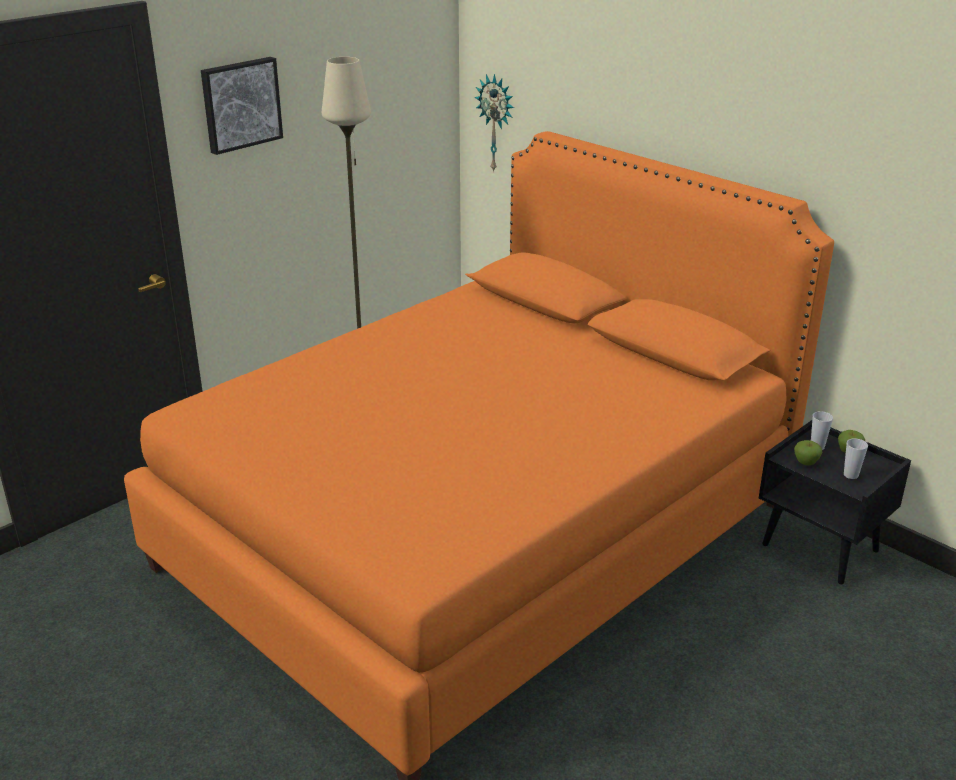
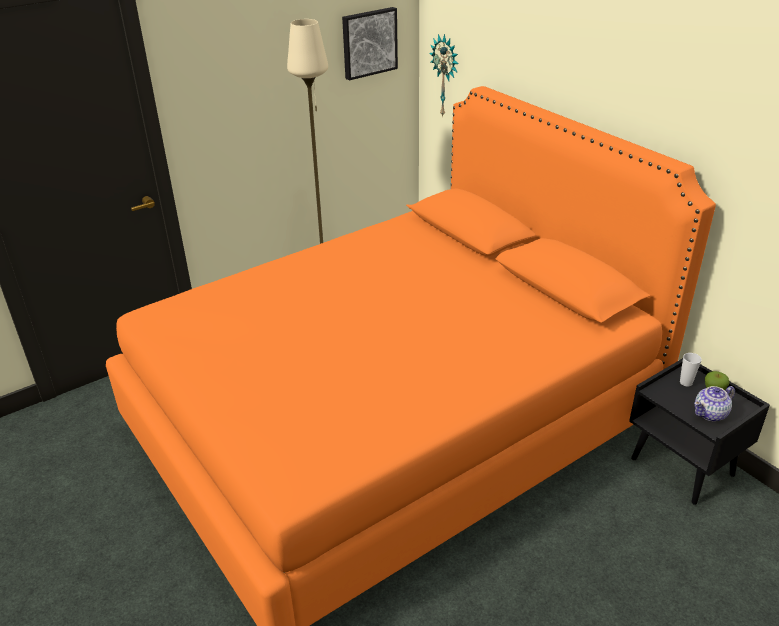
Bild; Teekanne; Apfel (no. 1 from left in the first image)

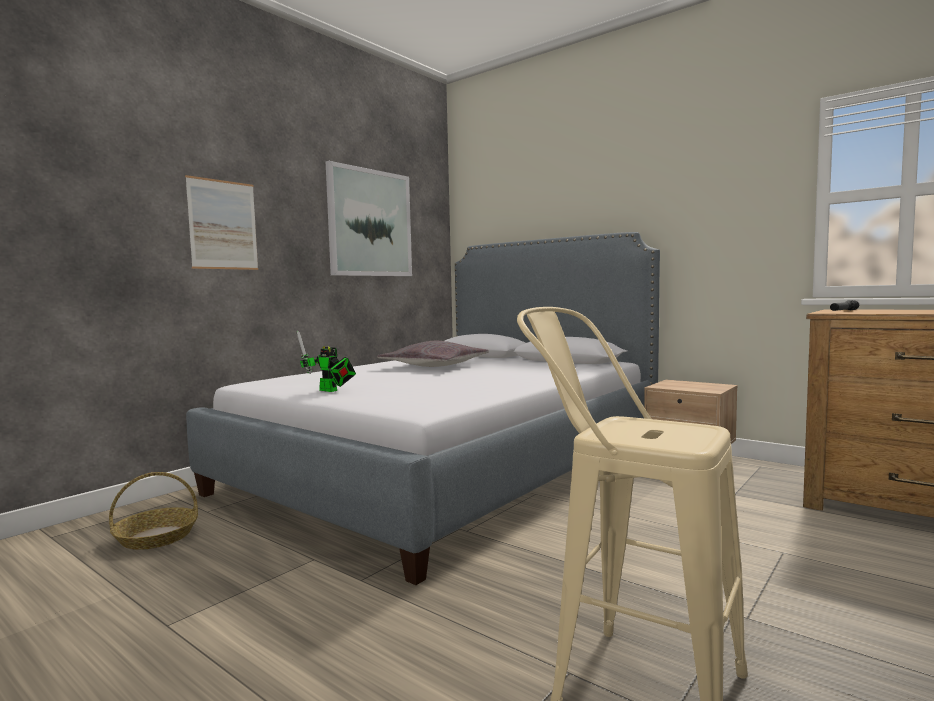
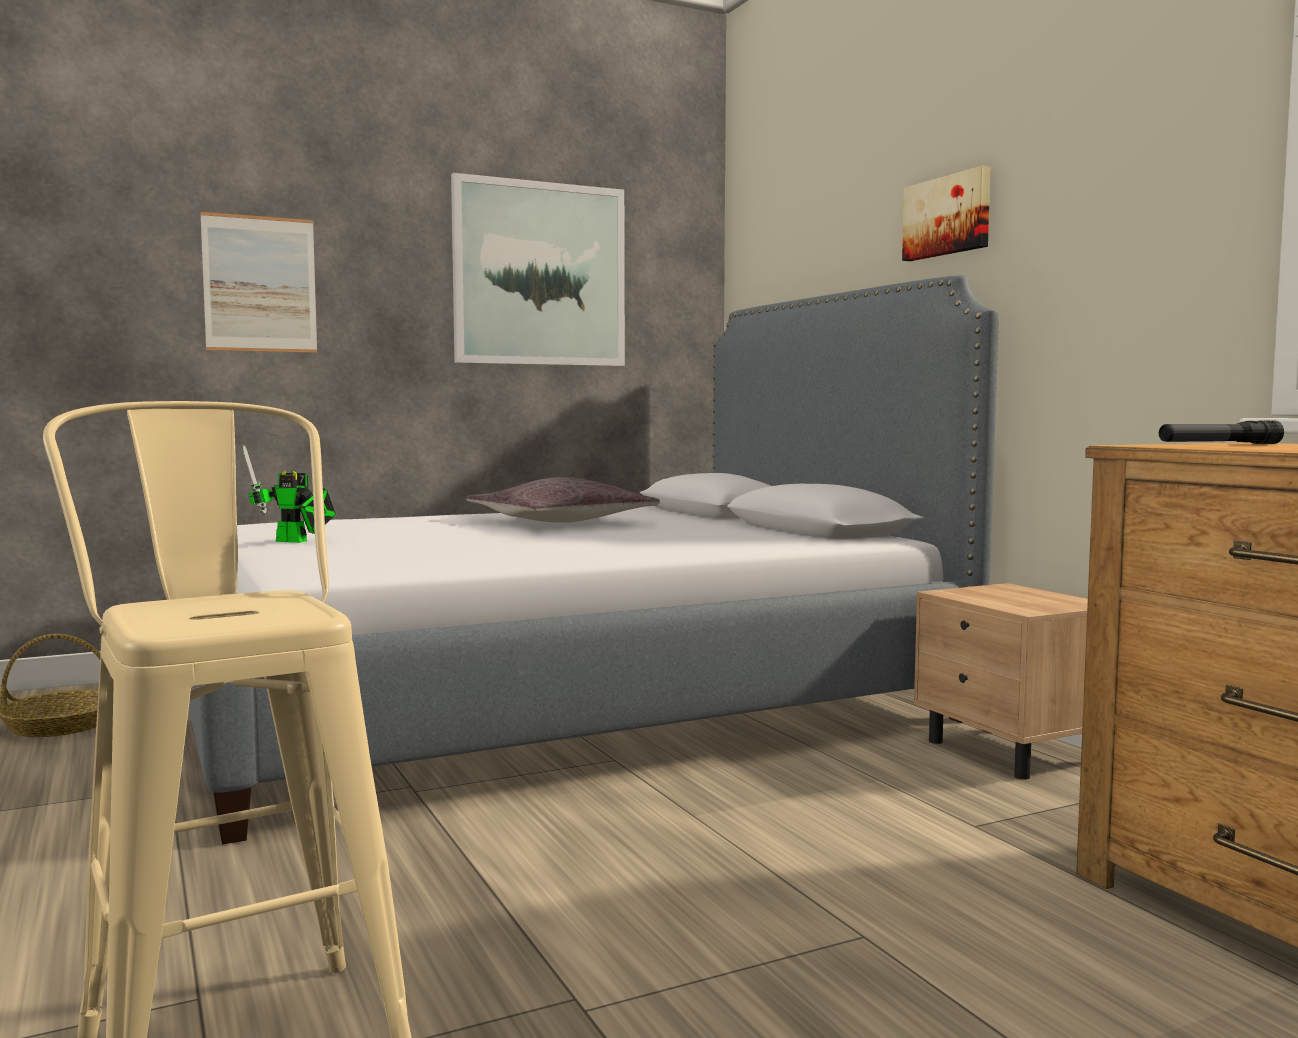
Spielzeugroboter; Bild (no. 3 from left)

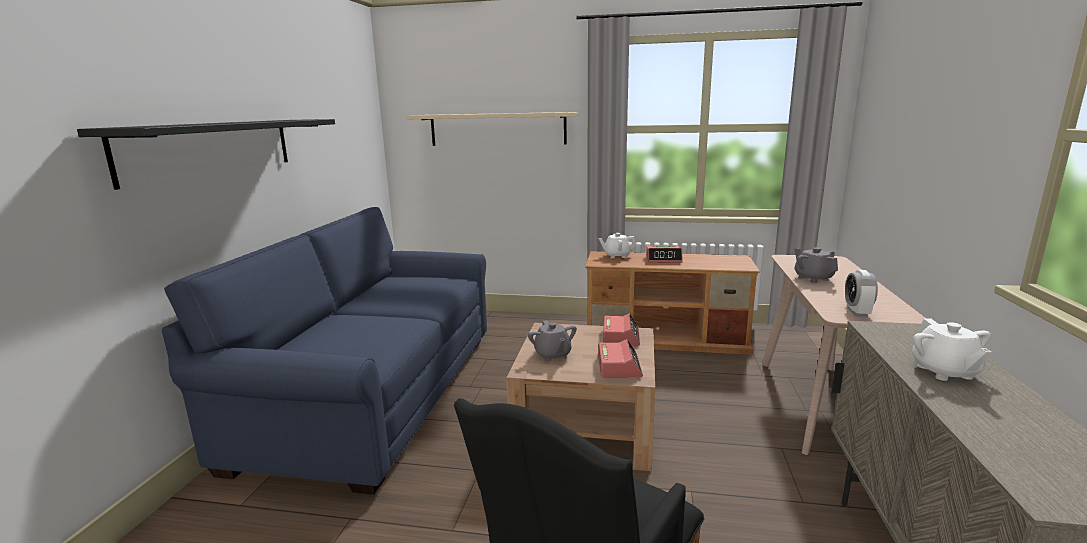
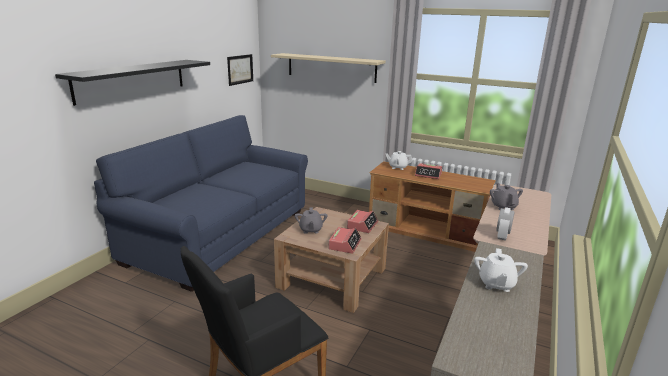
Bild

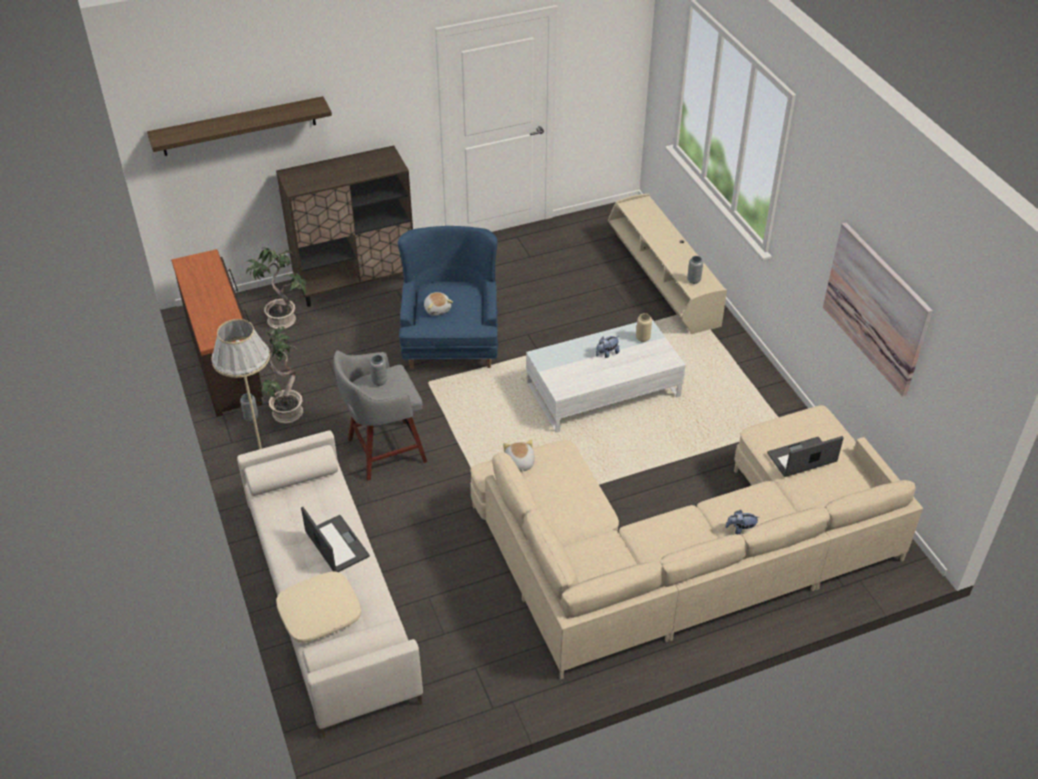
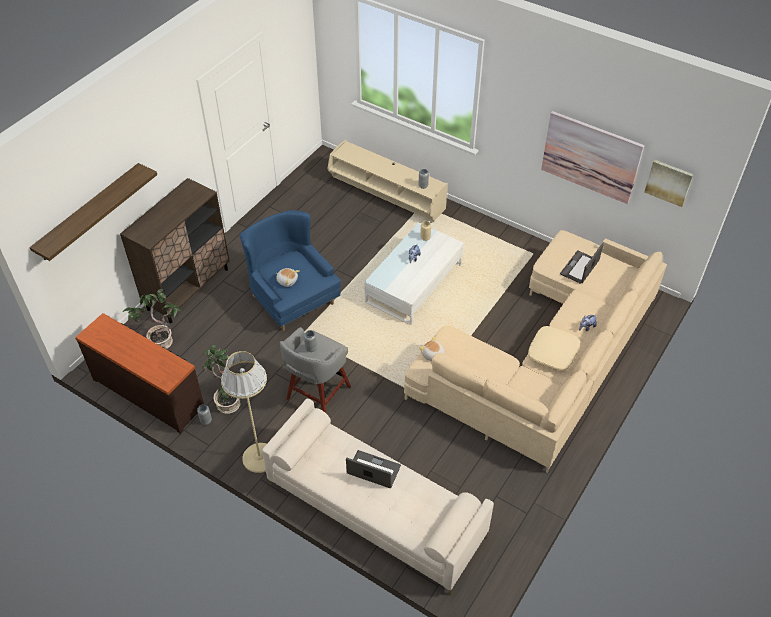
Kissen [beige]; Bild (no. 2 from left)

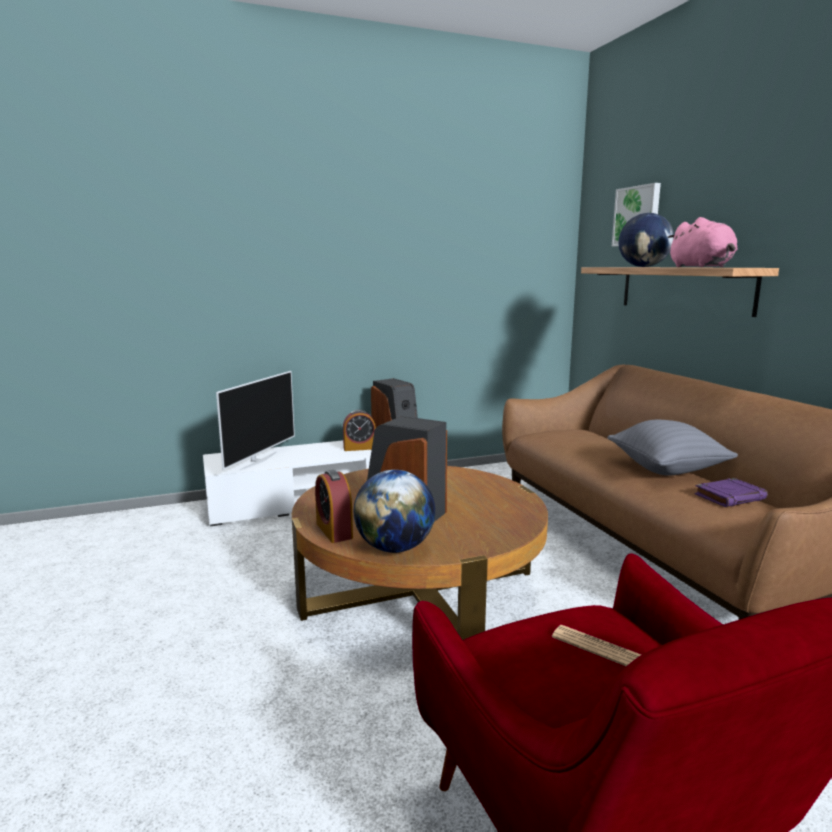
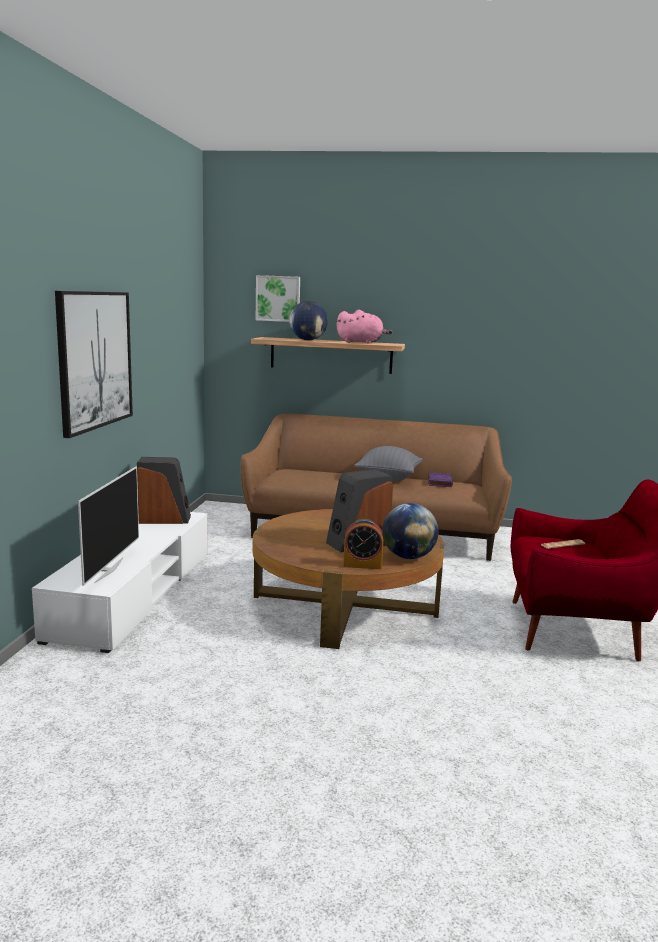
Fernseher; Wecker (no. 2 from left in the first image); Bild (no. 1 from left)

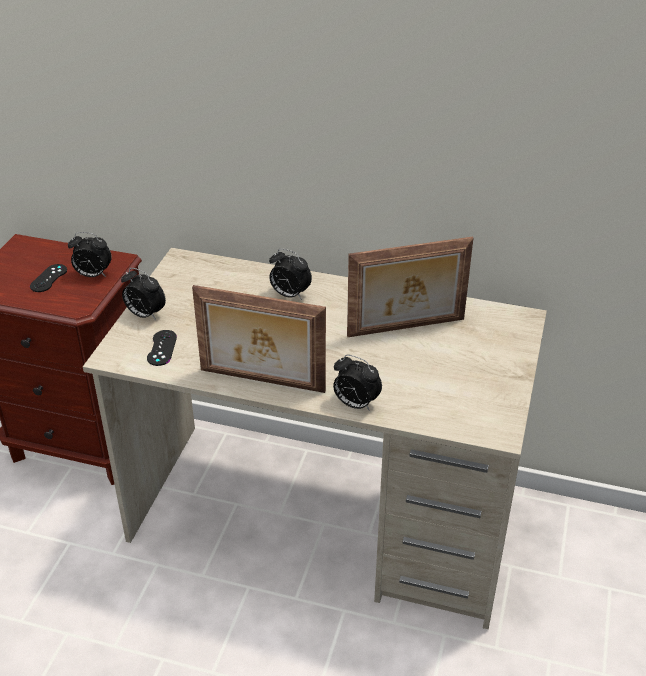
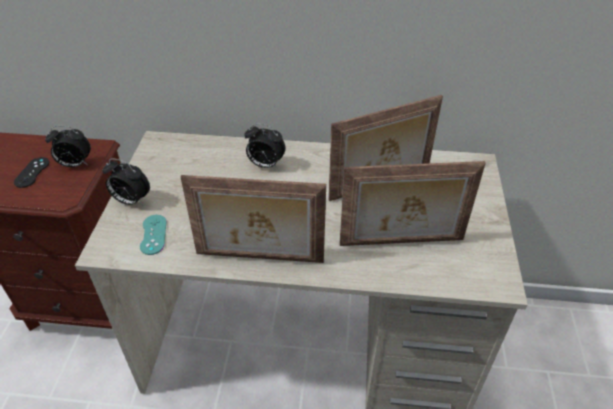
Gamepad [türkis]; Wecker (no. 4 from left in the first image); Bilderrahmen (no. 3 from left)

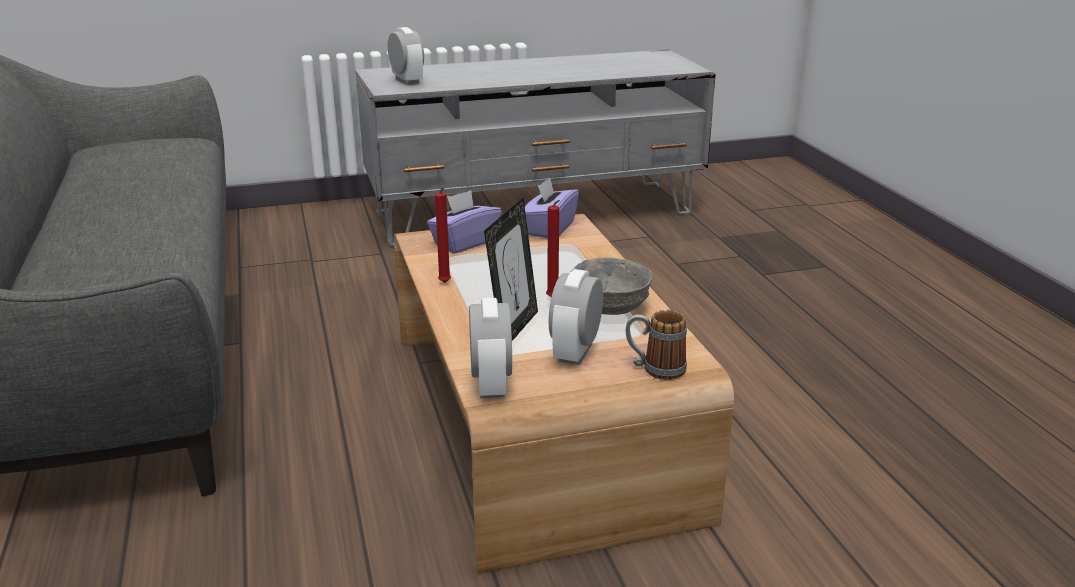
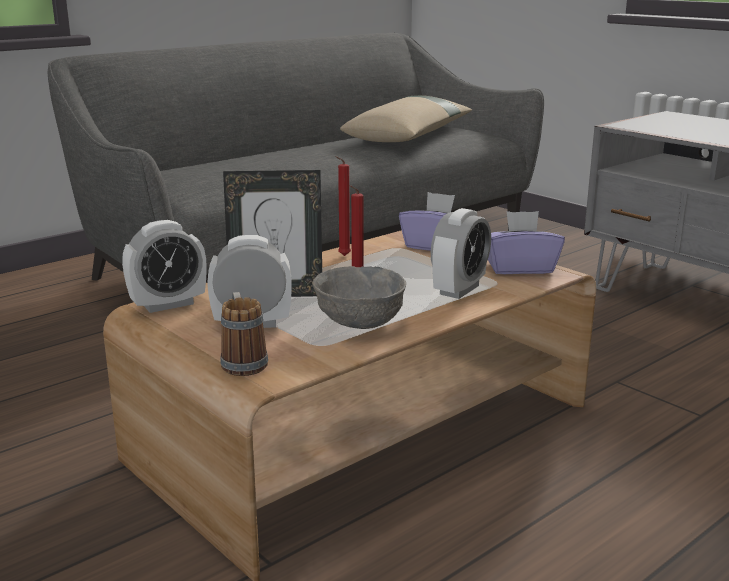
Wecker (no. 3 from left); Kissen [beige]

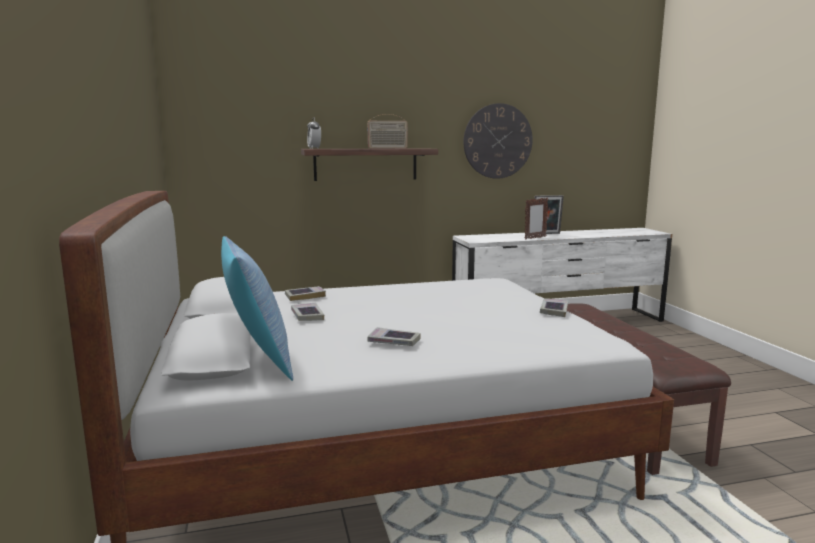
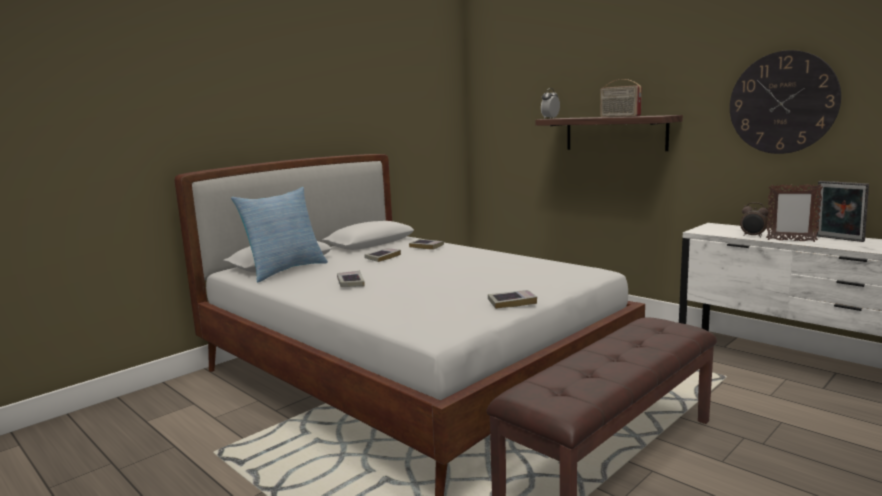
Wecker (no. 2 from left)

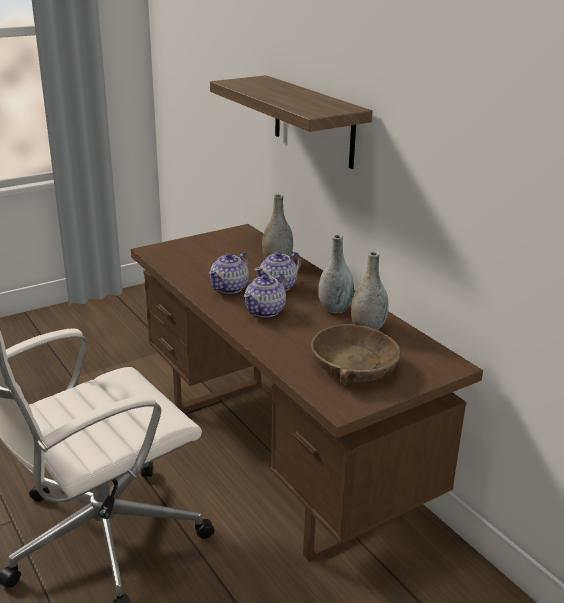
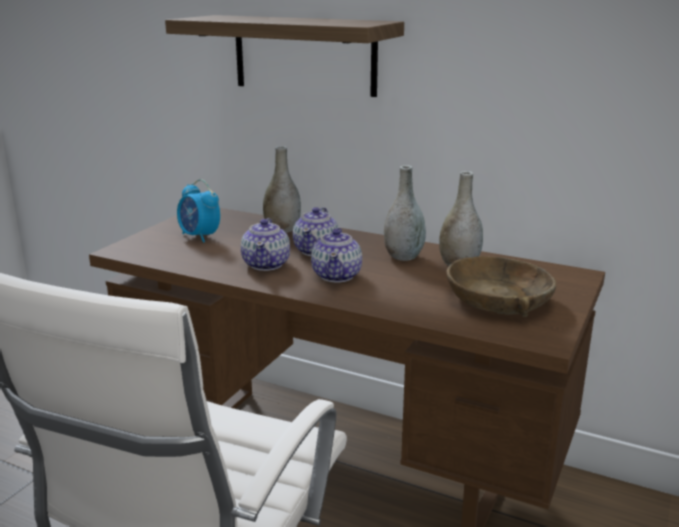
Wecker

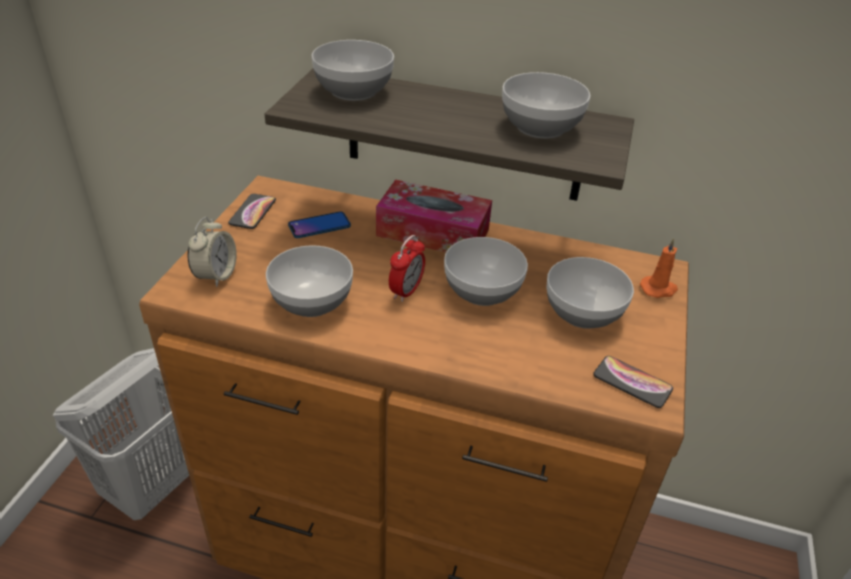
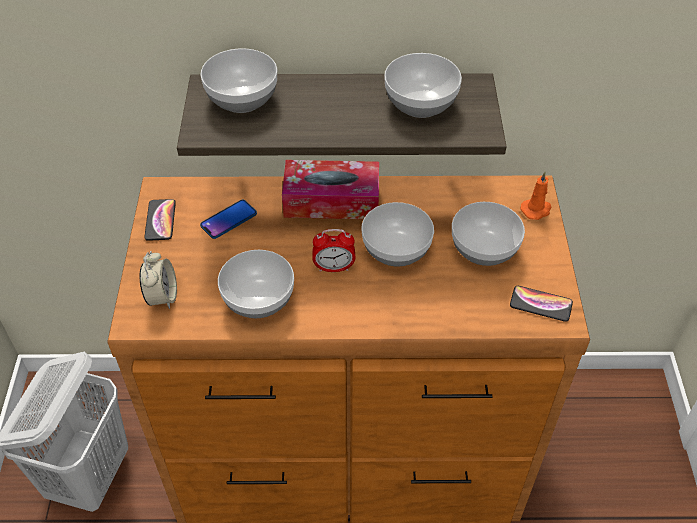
Wecker (no. 2 from left)

